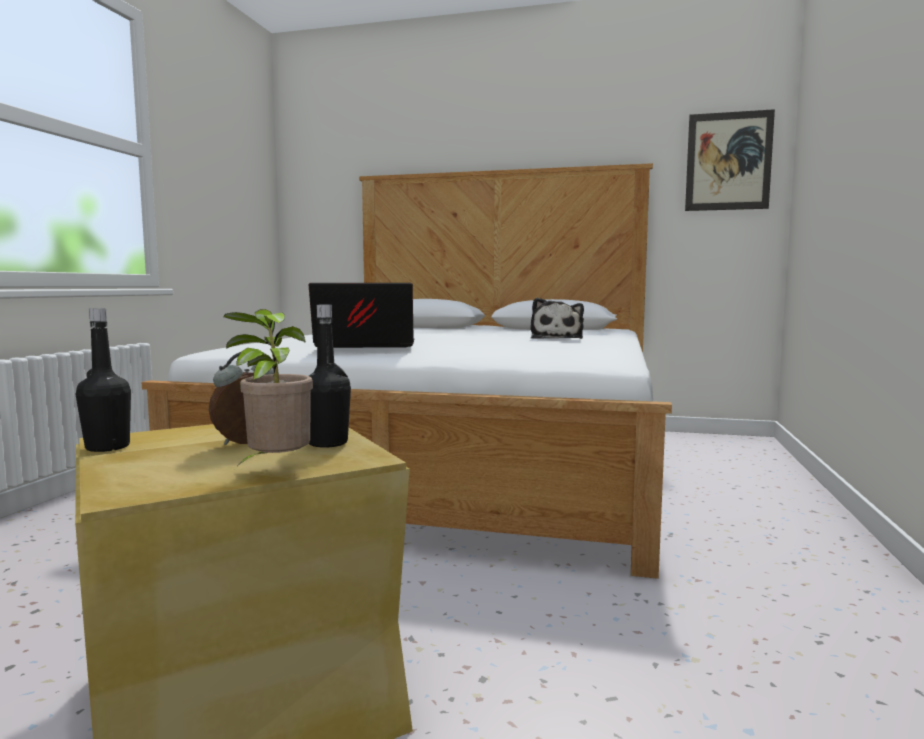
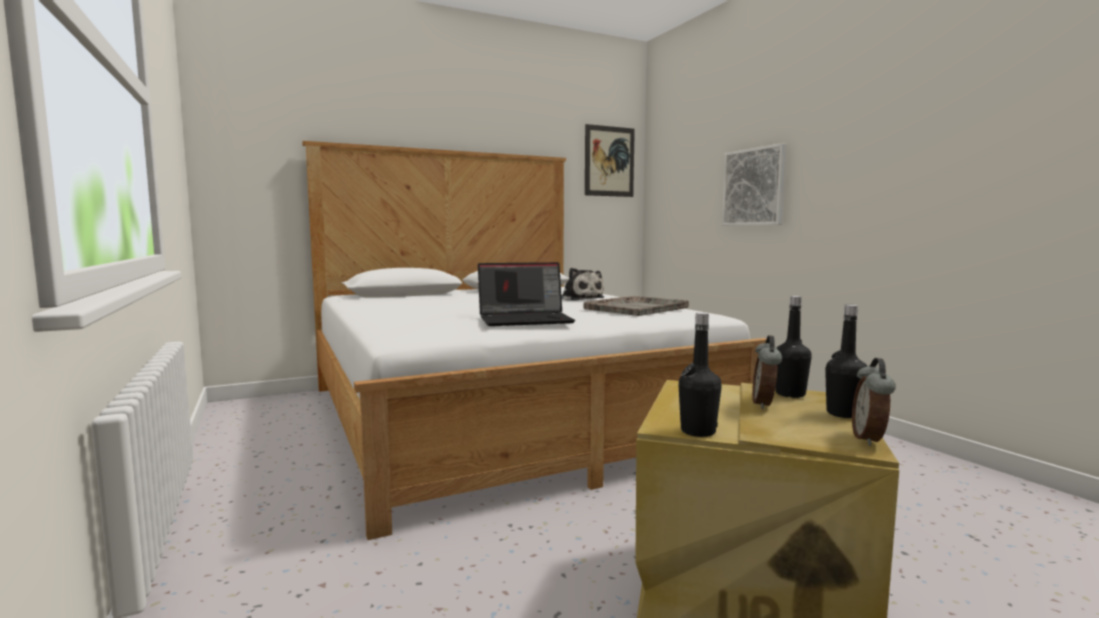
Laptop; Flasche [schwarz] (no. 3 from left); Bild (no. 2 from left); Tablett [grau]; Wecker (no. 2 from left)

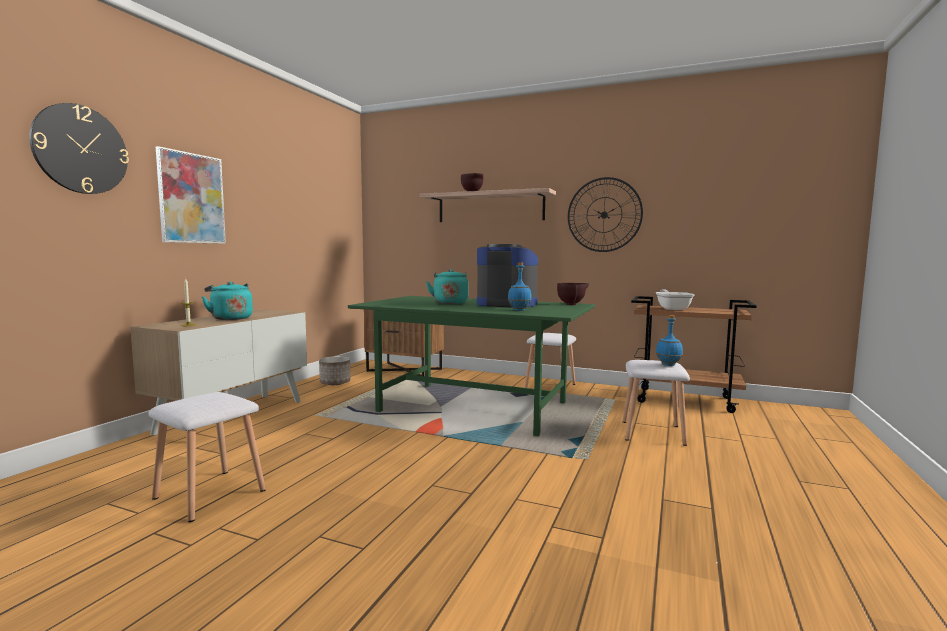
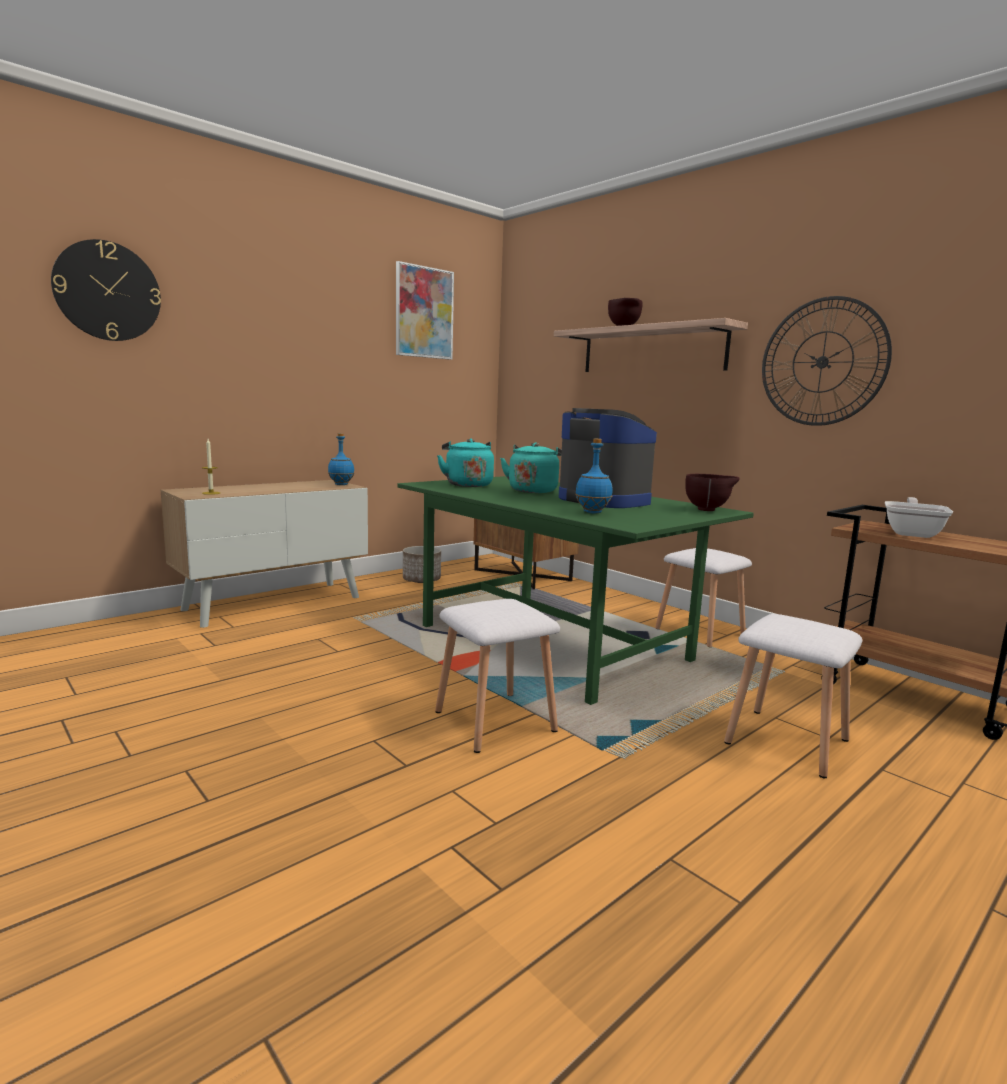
Bild; Wasserkessel [türkis] (no. 1 from left); Flasche [blau] (no. 1 from left); Hocker [weiß] (no. 1 from left)

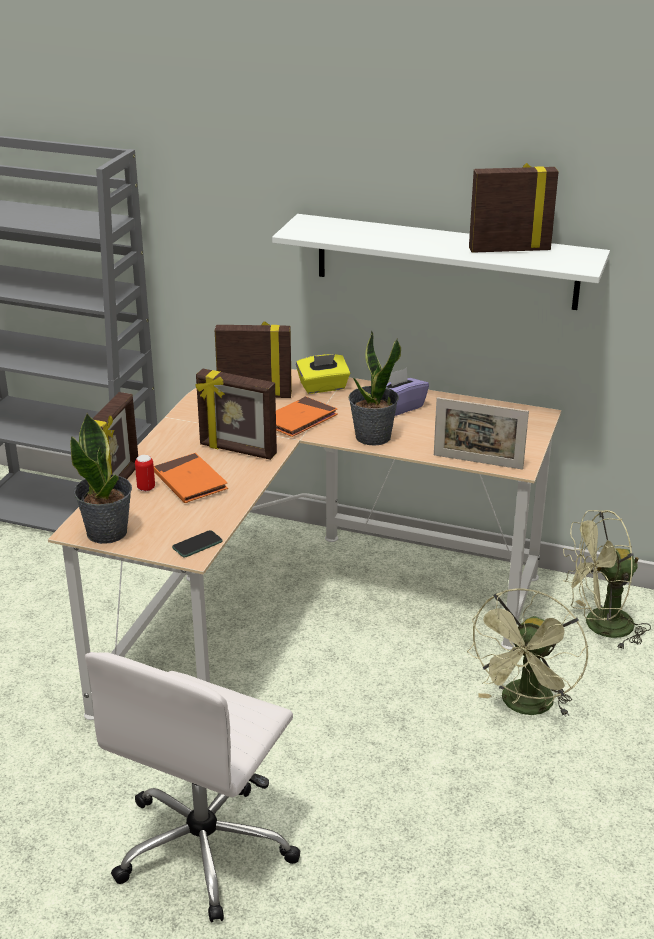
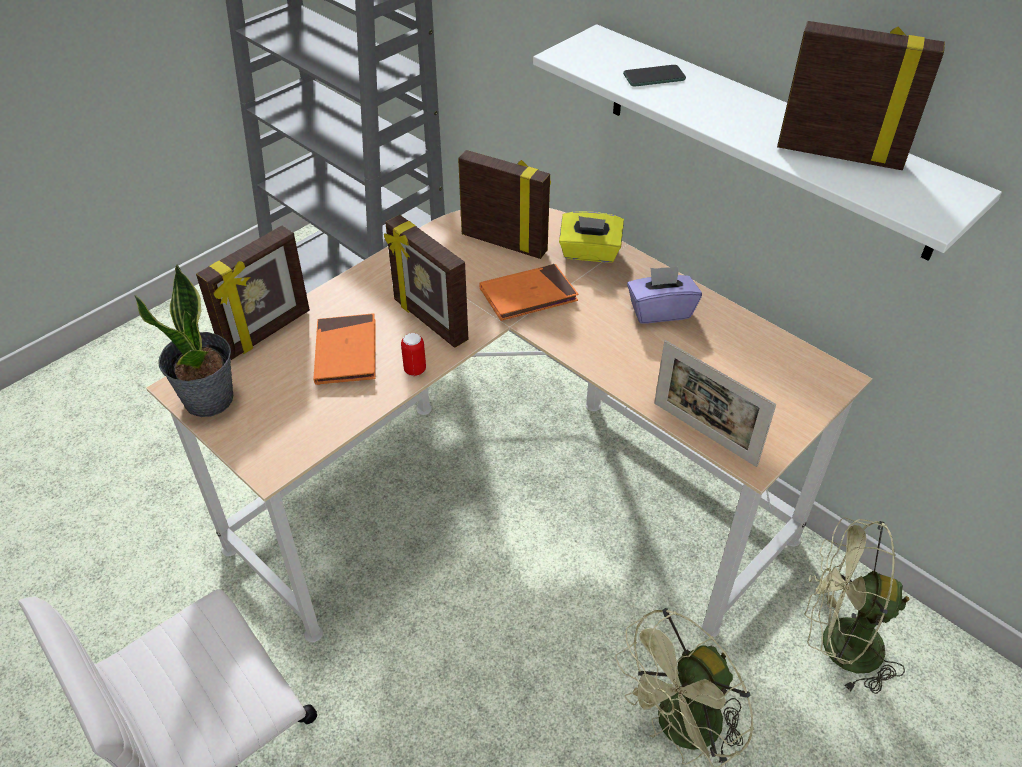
Topfpflanze (no. 2 from left in the first image); Dose; Handy

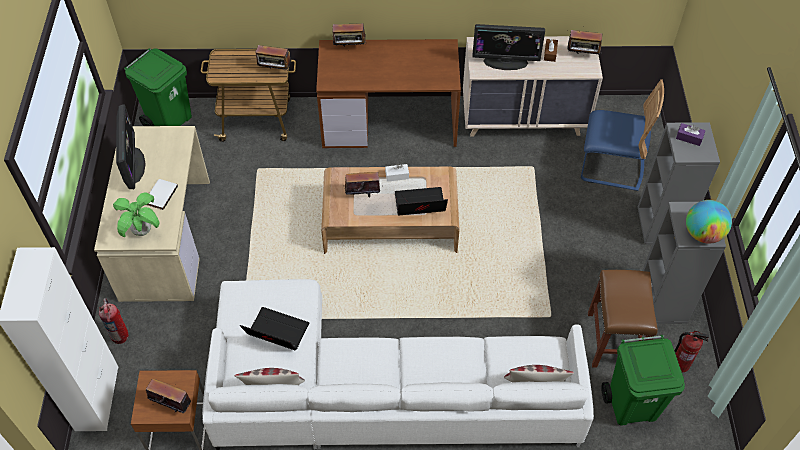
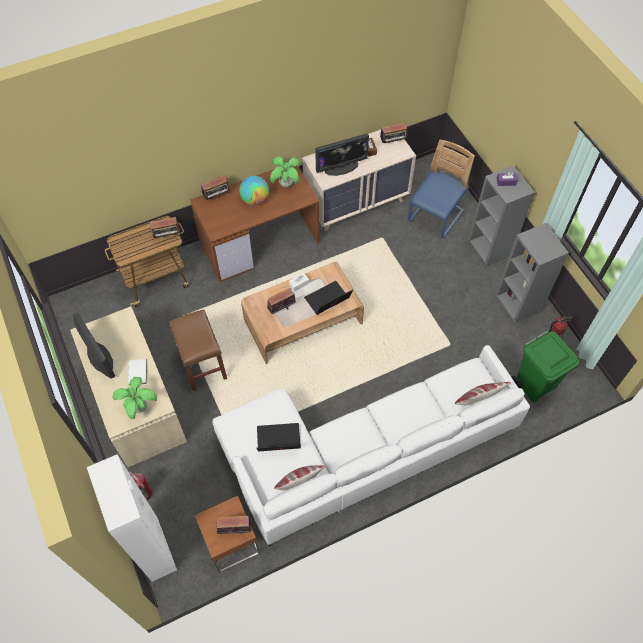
Mülleimer [grün] (no. 1 from left in the first image); Stuhl [blau]; Globus; Hocker [braun]; Topfpflanze (no. 2 from left)

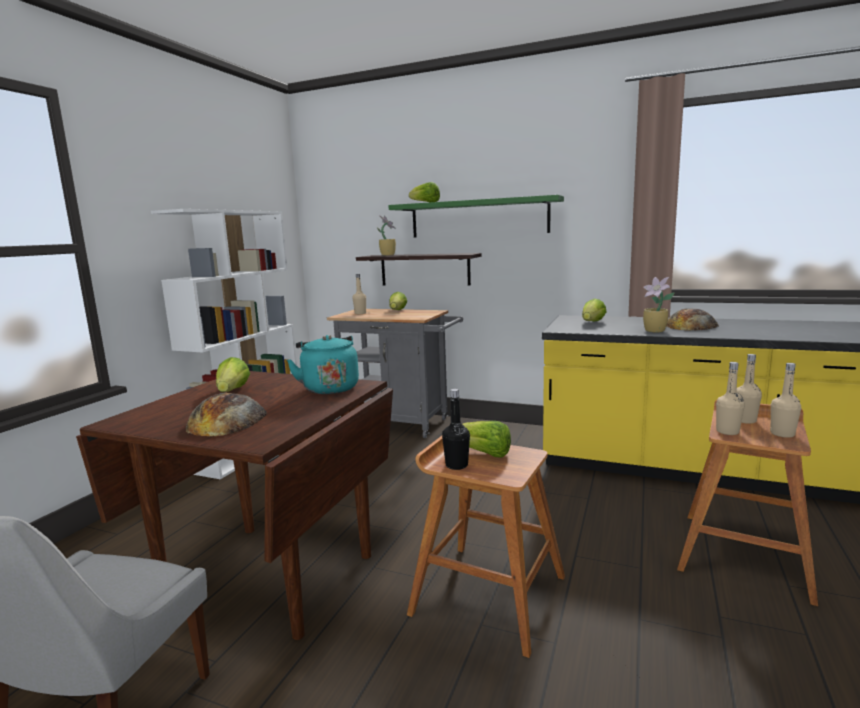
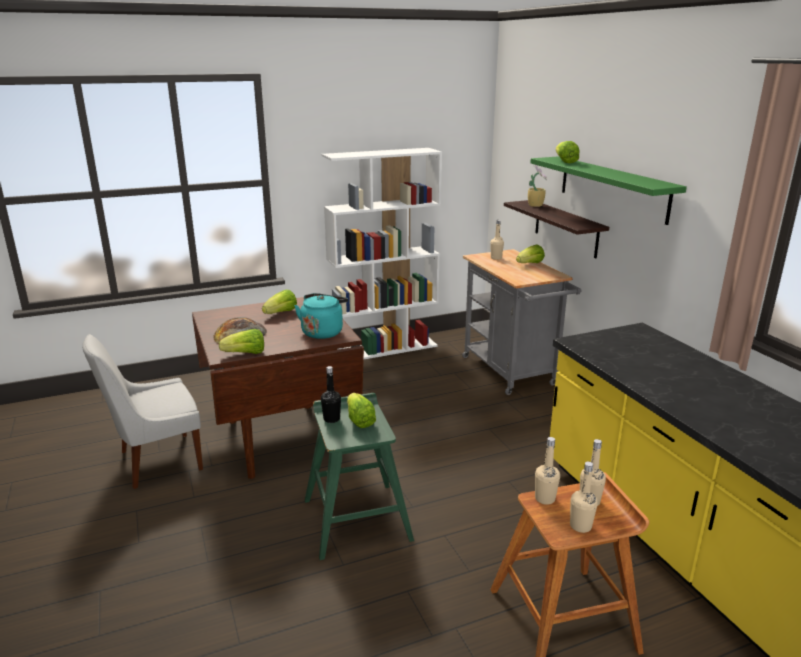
Topfpflanze (no. 2 from left in the first image); Salatkopf (no. 1 from left); Brot (no. 2 from left in the first image); Hocker [grün]

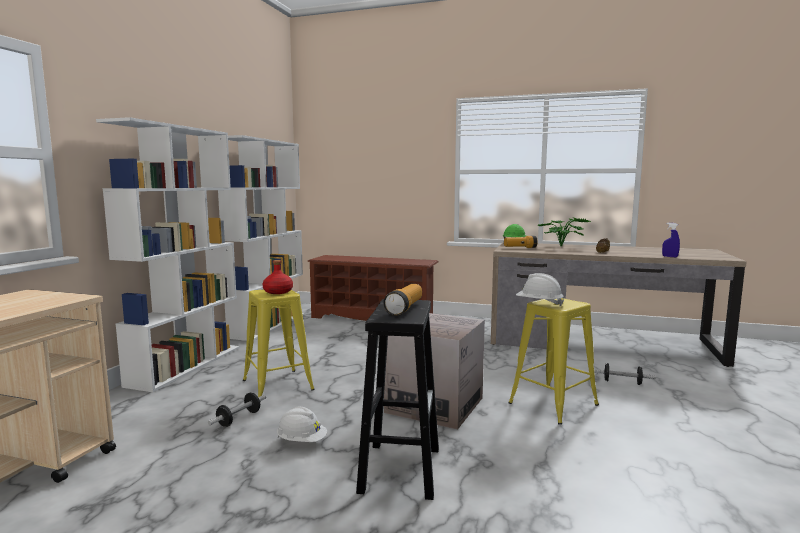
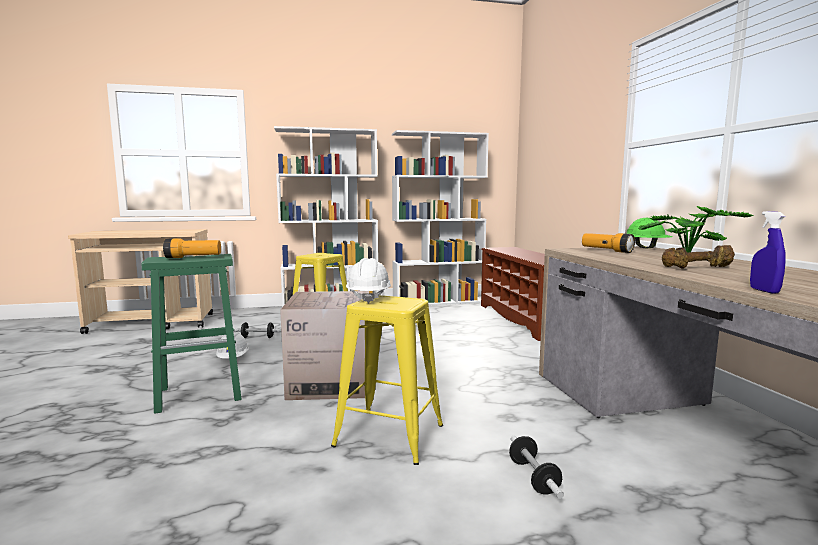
Flasche [rot]; Hocker [grün]

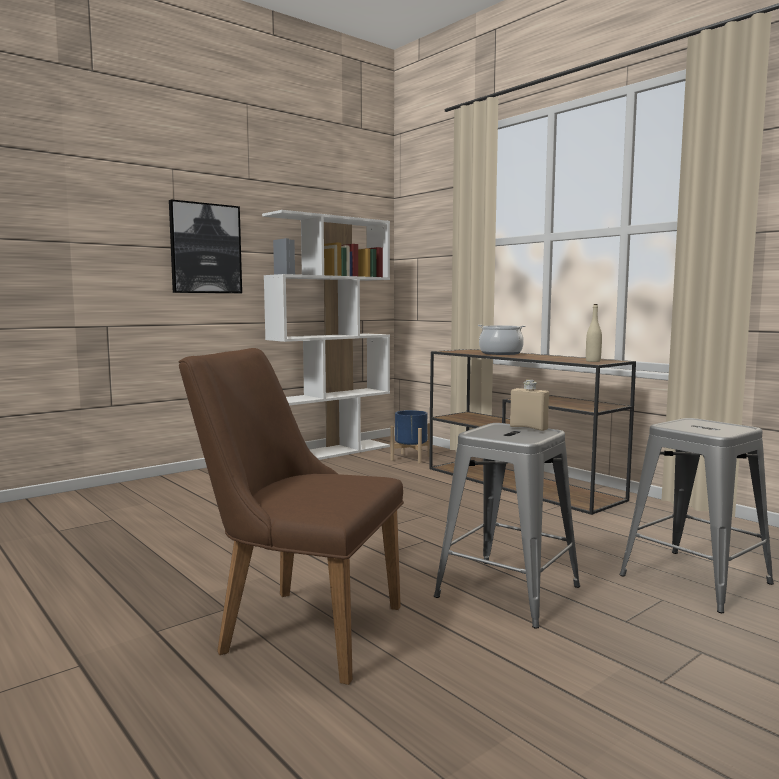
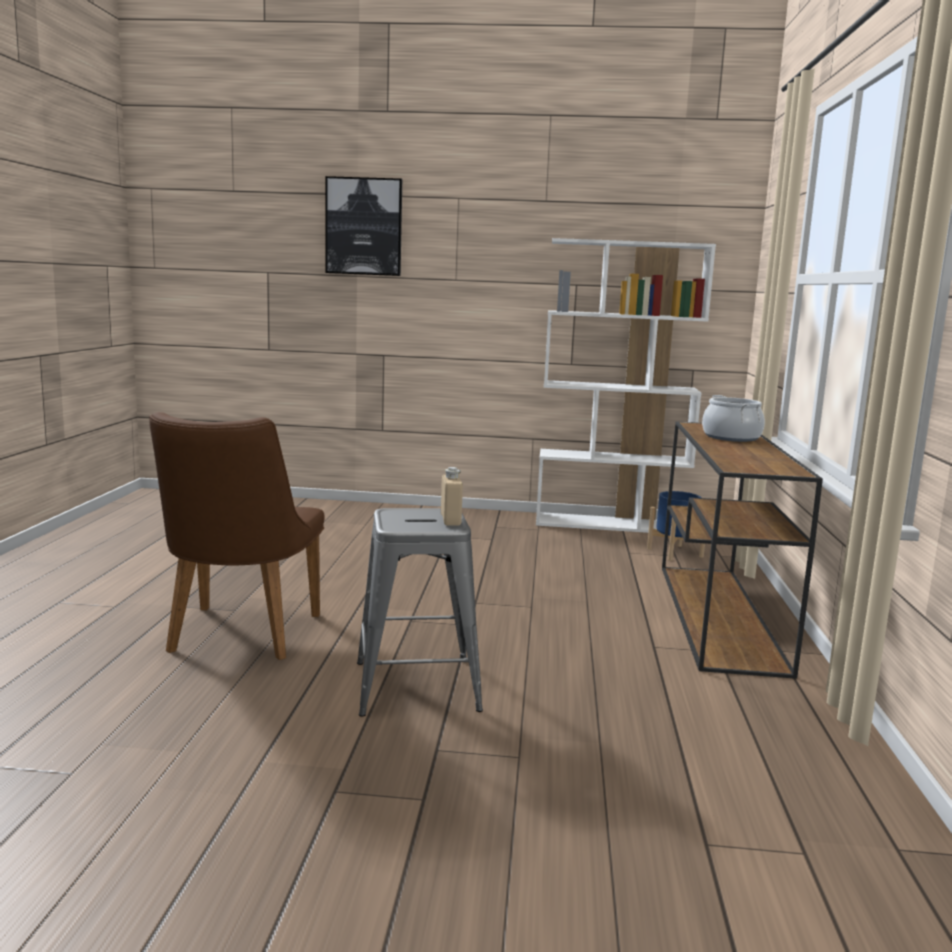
Bild; Flasche [beige] (no. 2 from left in the first image); Stuhl [braun]; Hocker [grau] (no. 2 from left in the first image)

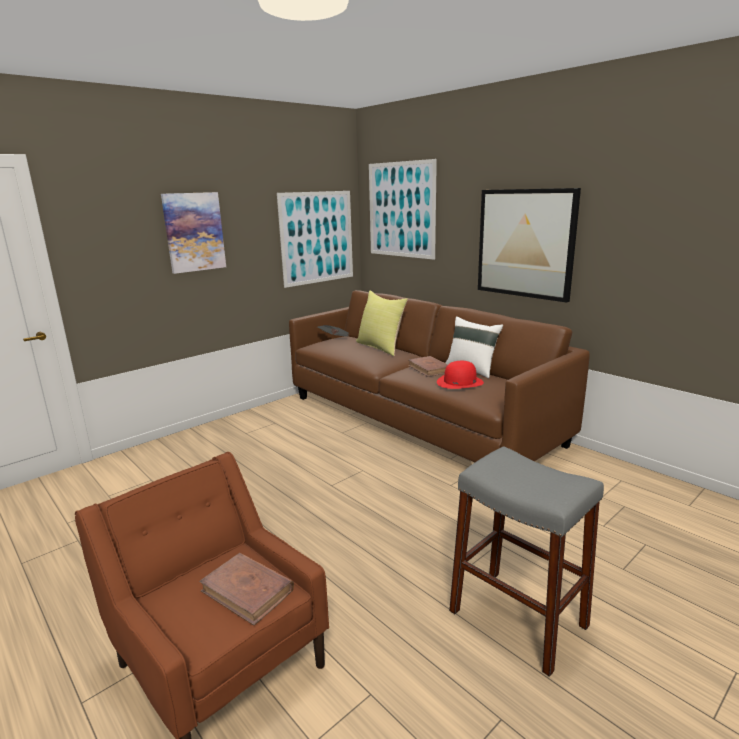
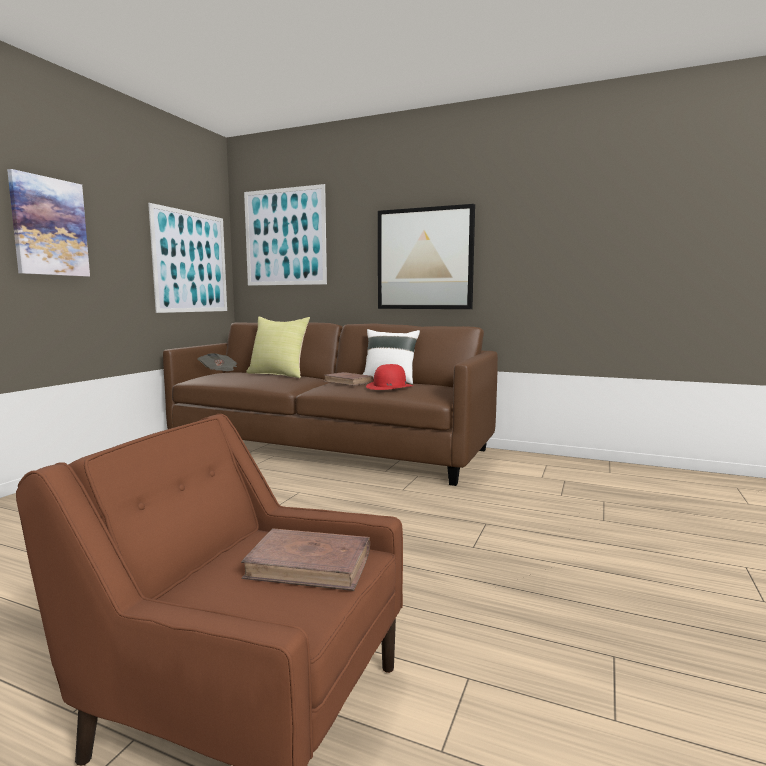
Hocker [grau]

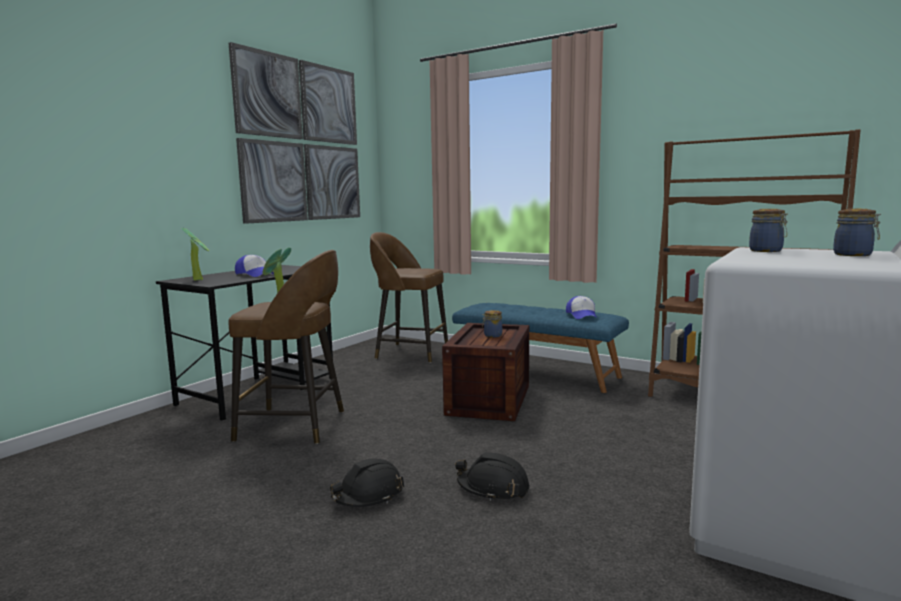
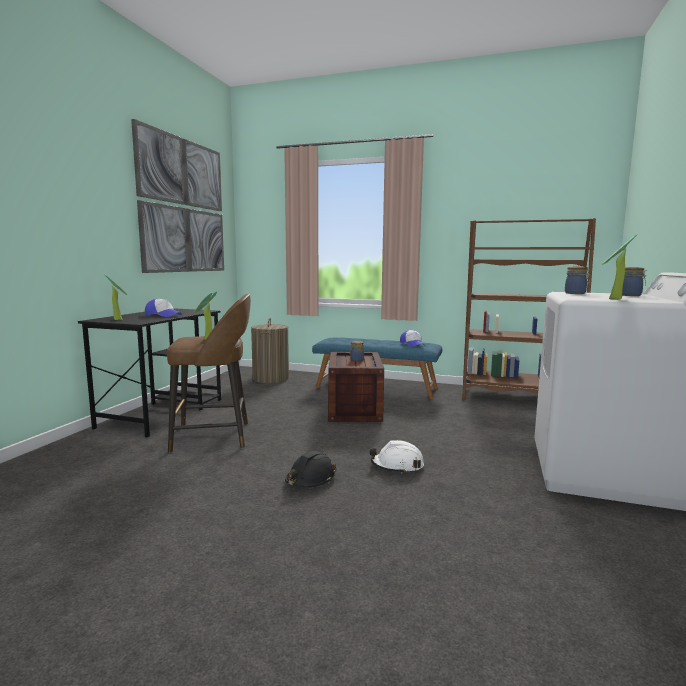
Wäschekorb; Schutzhelm [weiß]; Topfpflanze (no. 3 from left)

